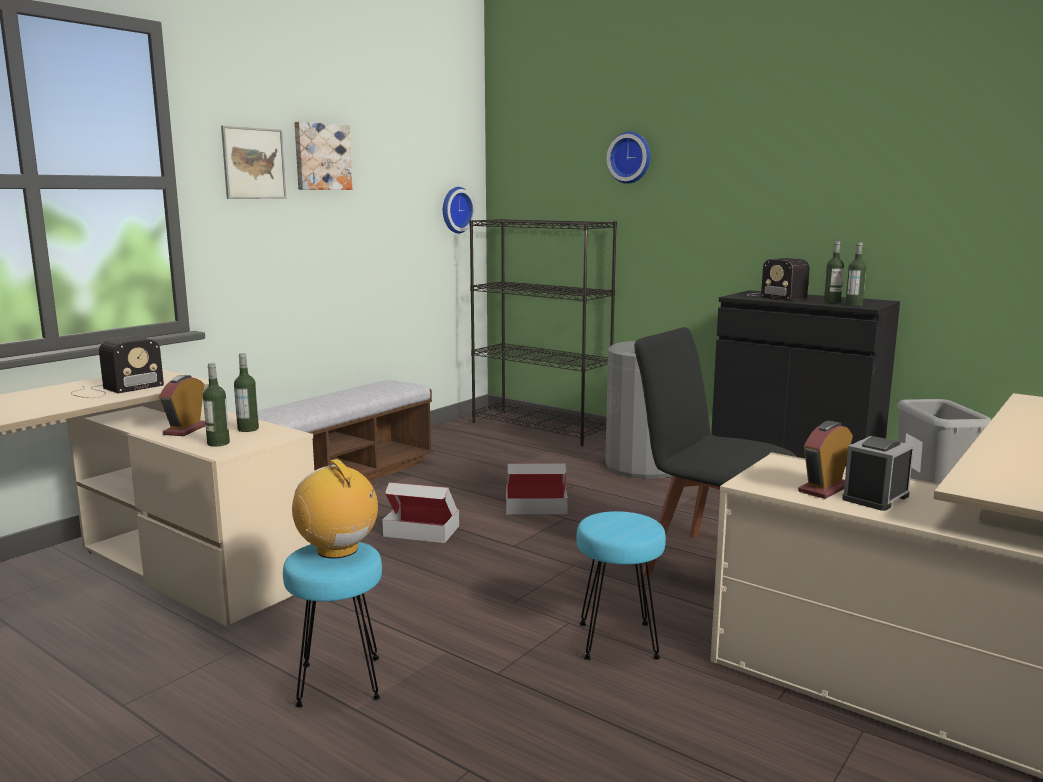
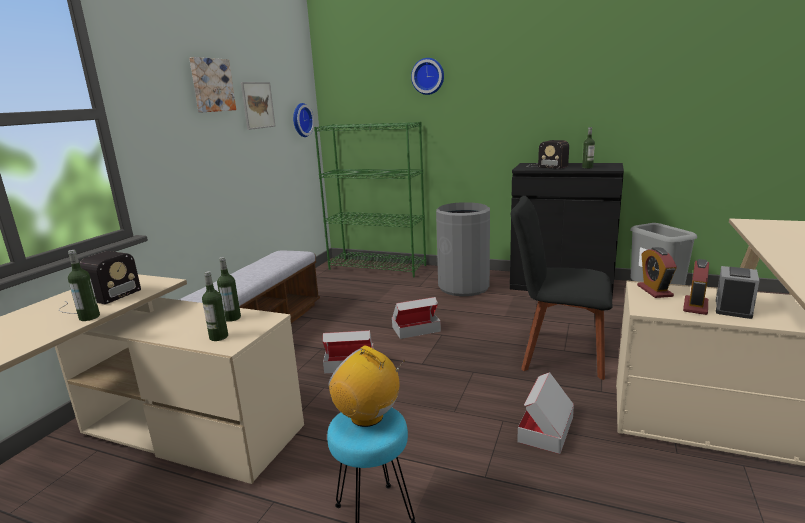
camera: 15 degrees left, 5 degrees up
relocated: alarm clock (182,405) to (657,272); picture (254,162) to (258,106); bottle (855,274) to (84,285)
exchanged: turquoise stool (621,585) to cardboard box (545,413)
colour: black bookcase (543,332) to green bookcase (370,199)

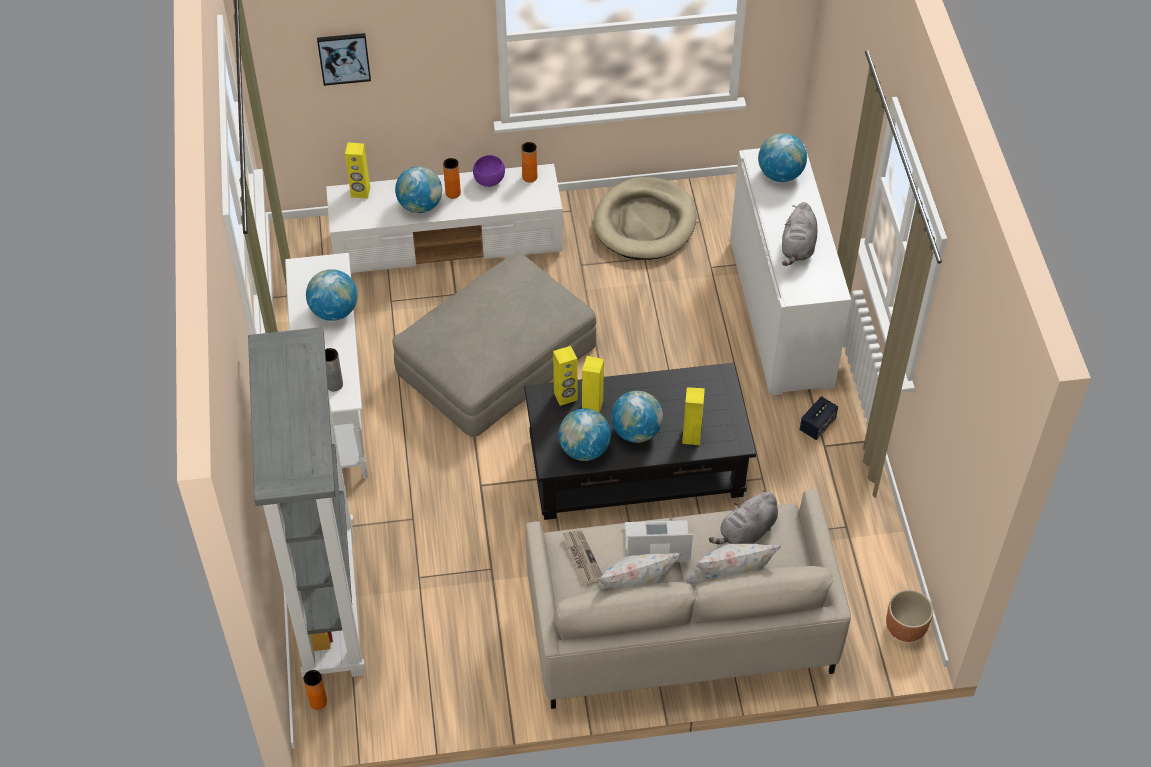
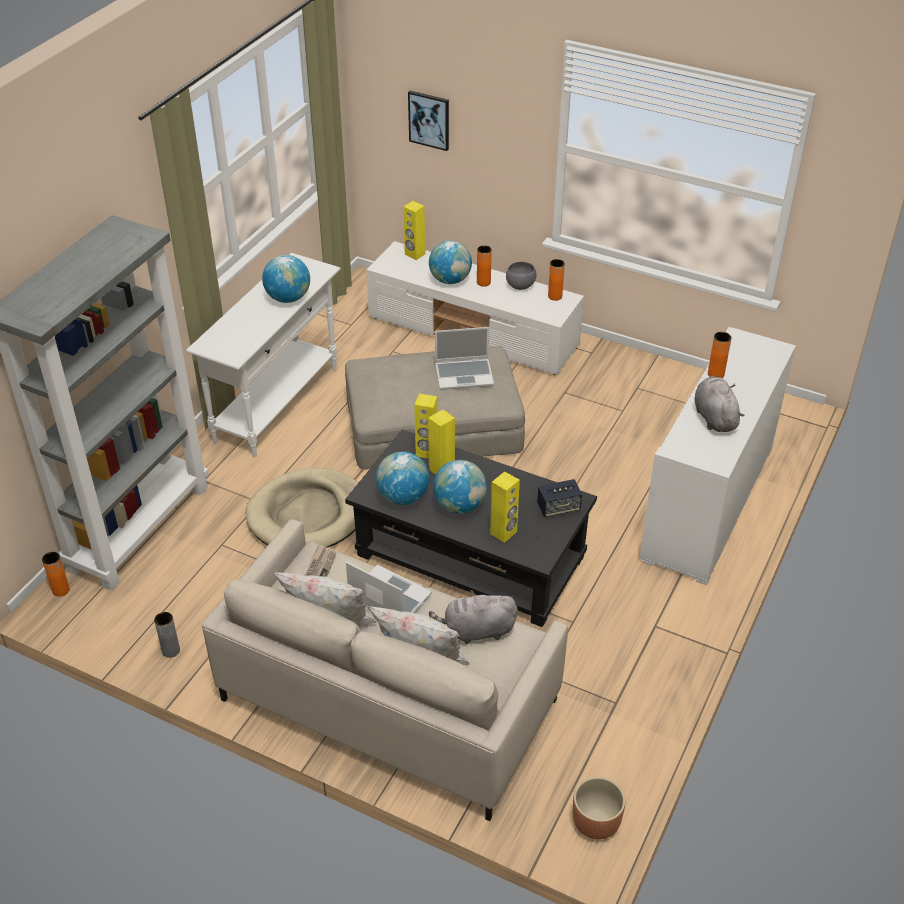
camera: 35 degrees right, 10 degrees down
missing: globe (782,157)
appeared: laptop (464,358); orange vase (719,355)
relocated: grey vase (334,369) to (167,635); beige dog bed (645,218) to (302,508); speaker (819,418) to (559,498)
colour: purple bowl (489,171) to grey bowl (521,275)
spun: grey plush toy (799,234) = (719,403) 120 degrees clockwise

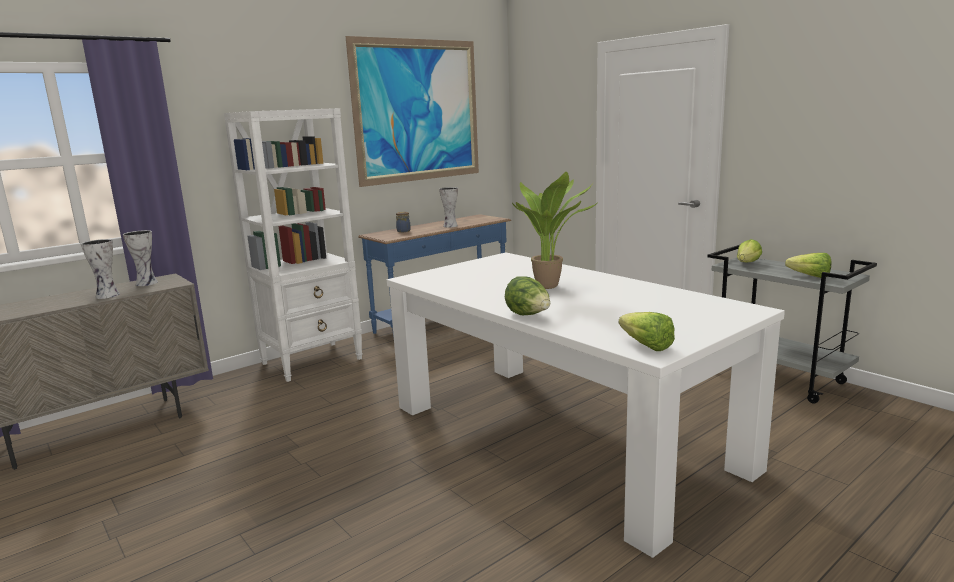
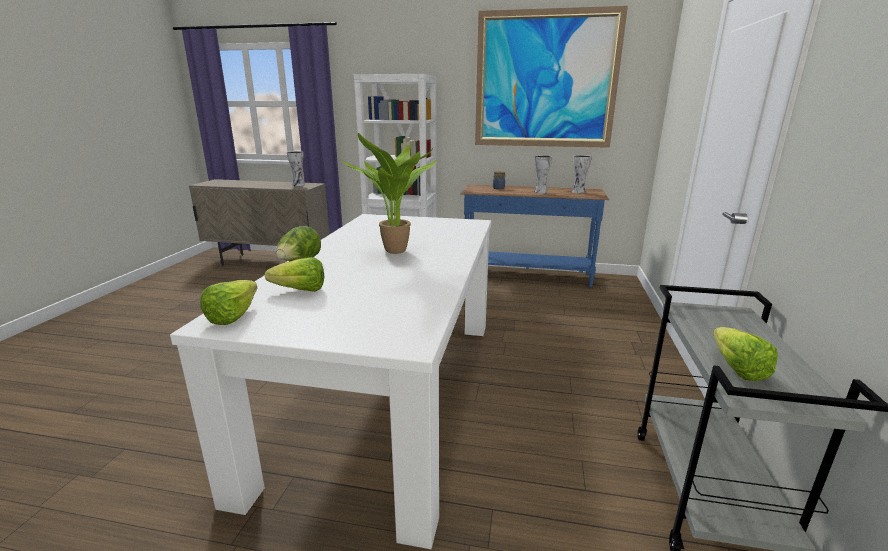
camera: 50 degrees right, 5 degrees up
relocated: vase (100,269) to (582,174); lettuce (749,250) to (294,274)

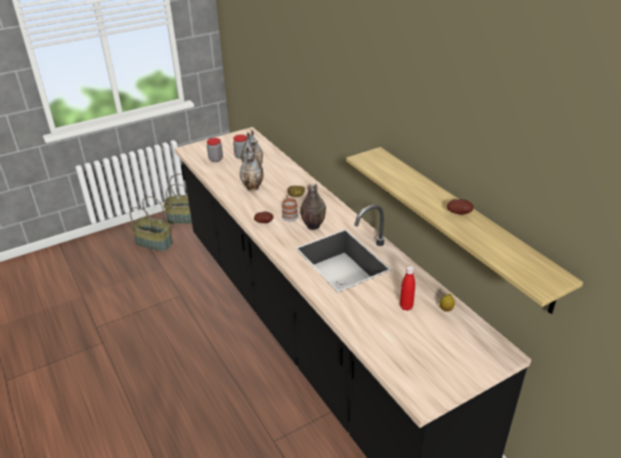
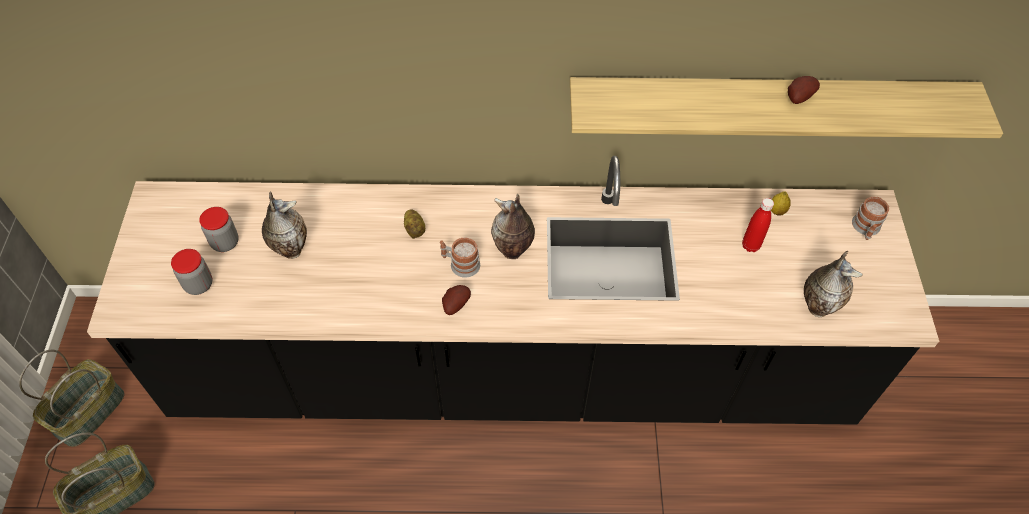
camera: 60 degrees left, 20 degrees up
appeared: mug (870,218)
relocated: vase (252,169) to (833,284)

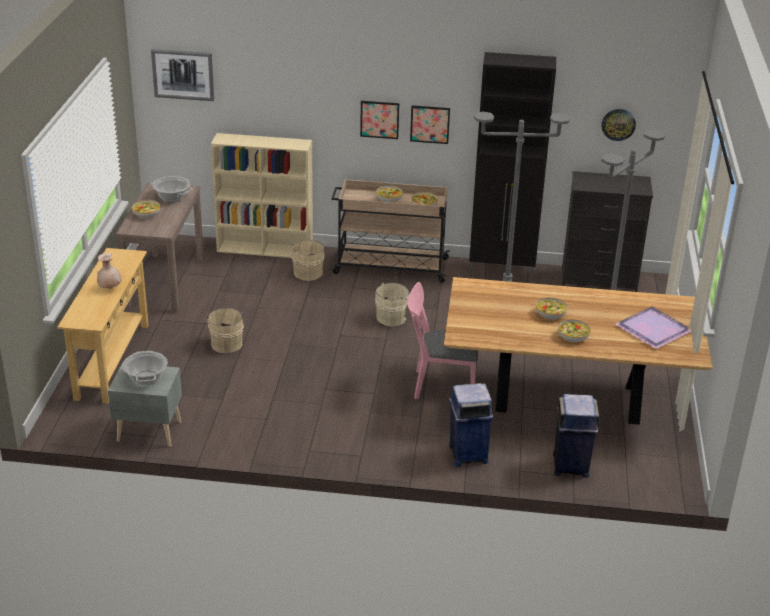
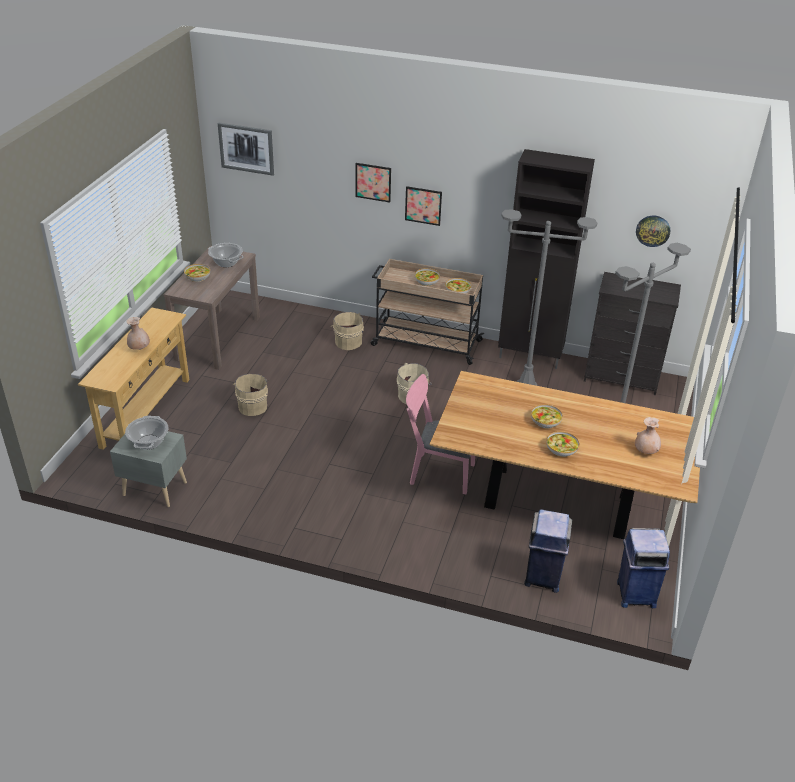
camera: 10 degrees right, 5 degrees up
missing: beige bookcase (262,195)
relocated: picture (430,124) to (373,182); blue trash can (471,424) to (643,568)
exchanged: purple tray (653,328) to beige vase (648,435)

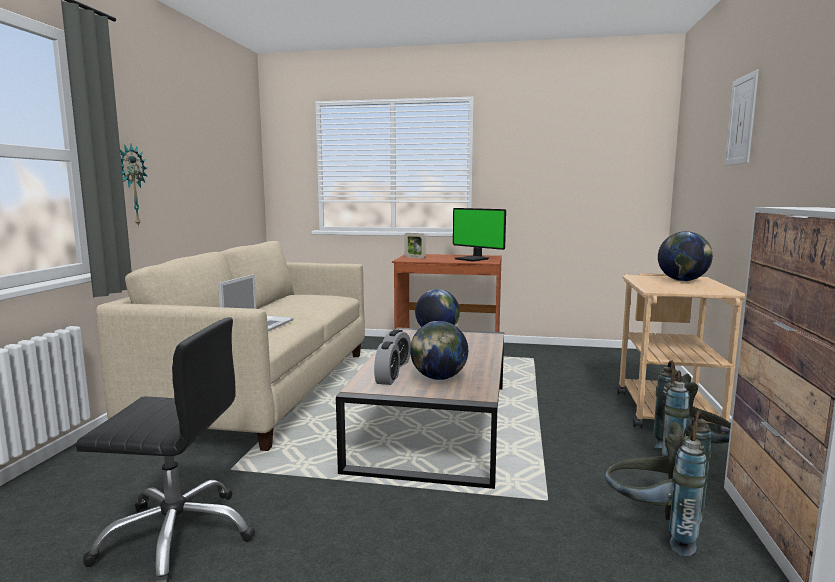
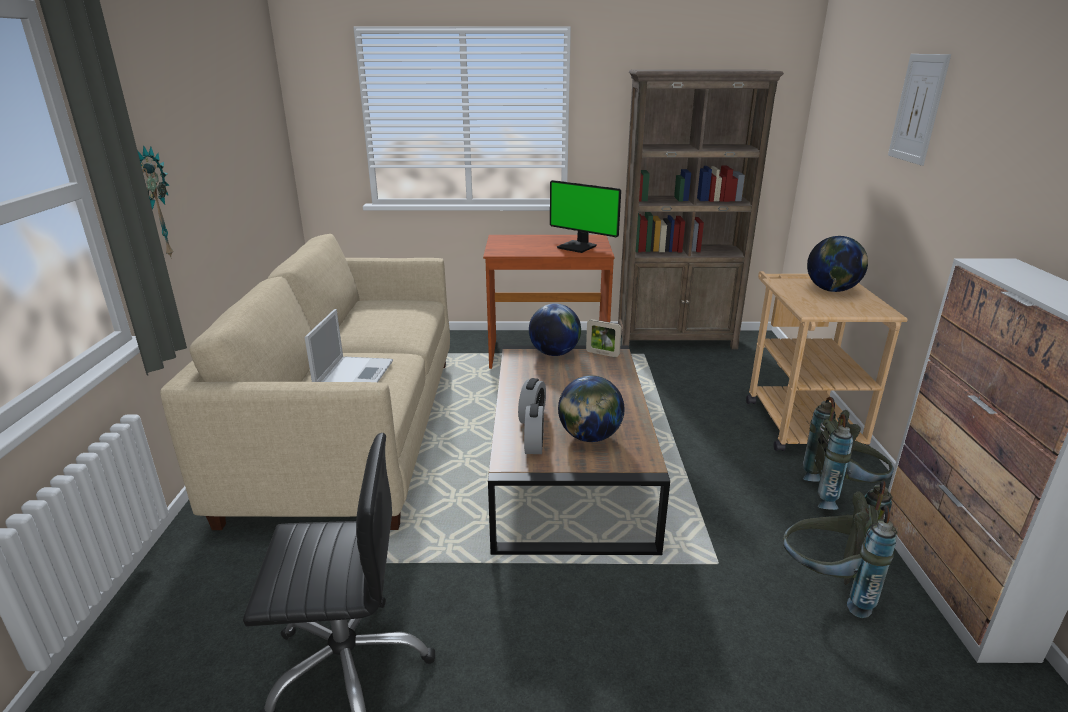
camera: 10 degrees left, 15 degrees up
appeared: brown bookcase (701,209)
relocated: picture frame (415,246) to (603,338)

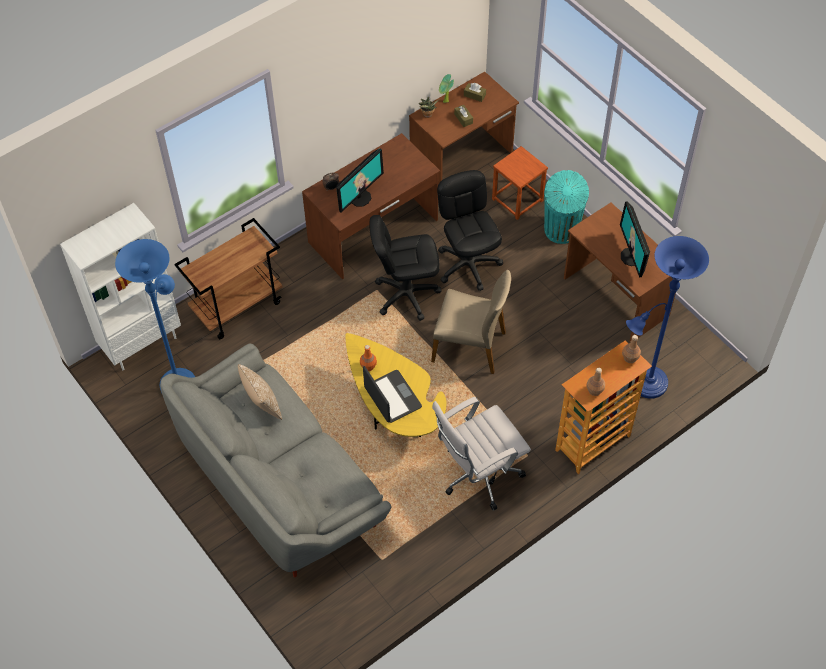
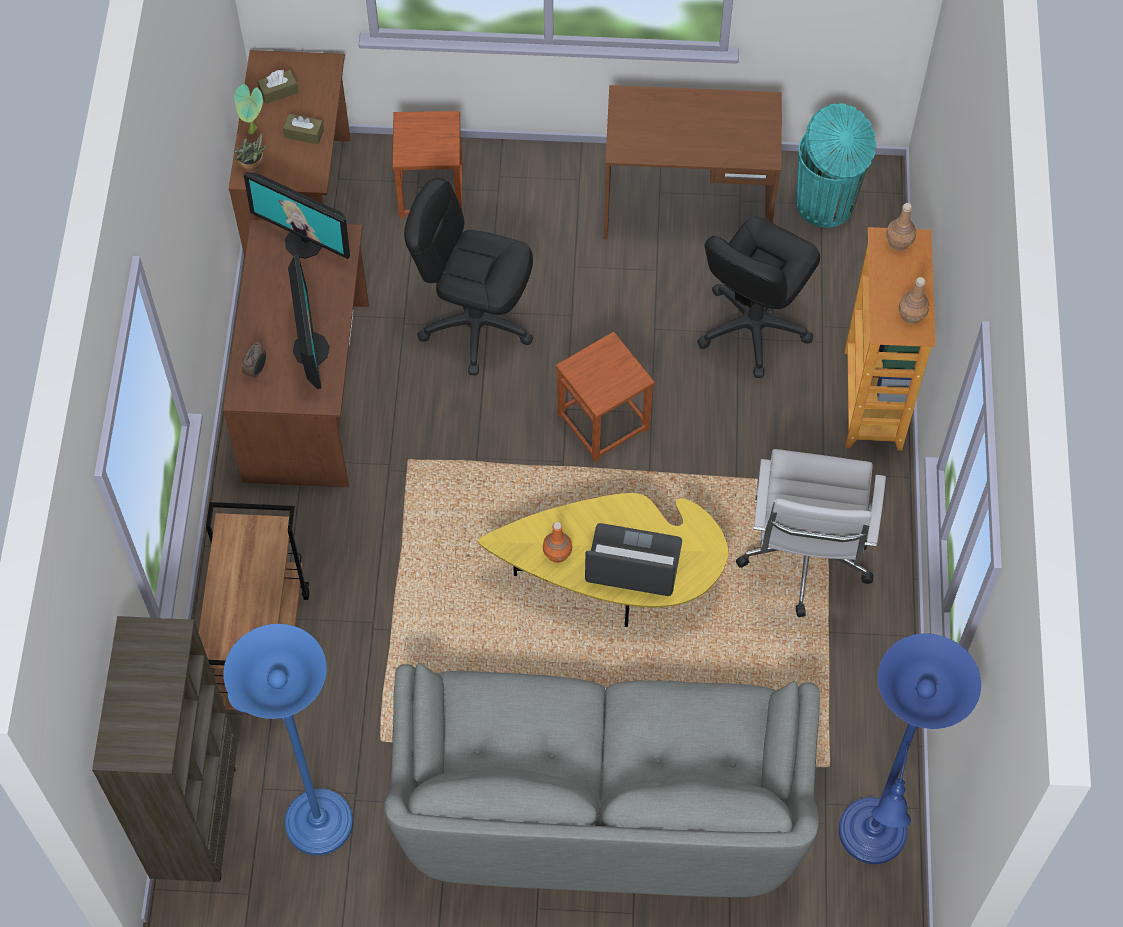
camera: 50 degrees left, 5 degrees up
missing: pillow (260,392)
relocated: black office chair (406,268) to (758,297); turquoise trash can (566,207) to (836,165); monitor (635,239) to (297,215); blue floor lamp (667,317) to (910,749)
exchanged: beige chair (471,322) to brown stool (605,397)
colour: white bookcase (120,286) to brown bookcase (165,749)

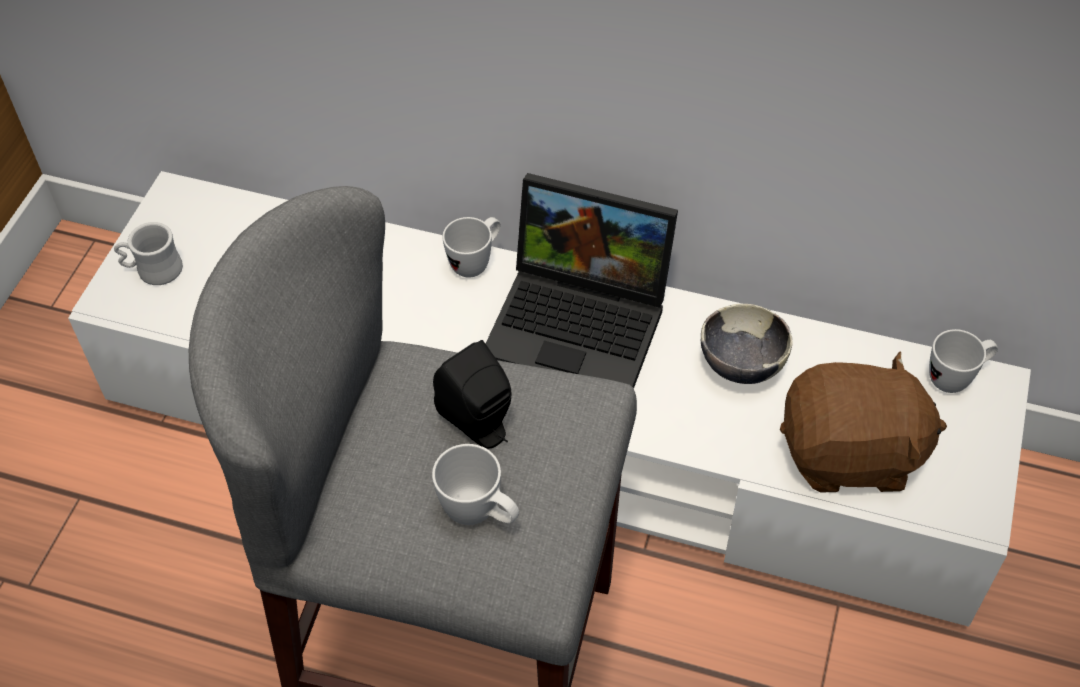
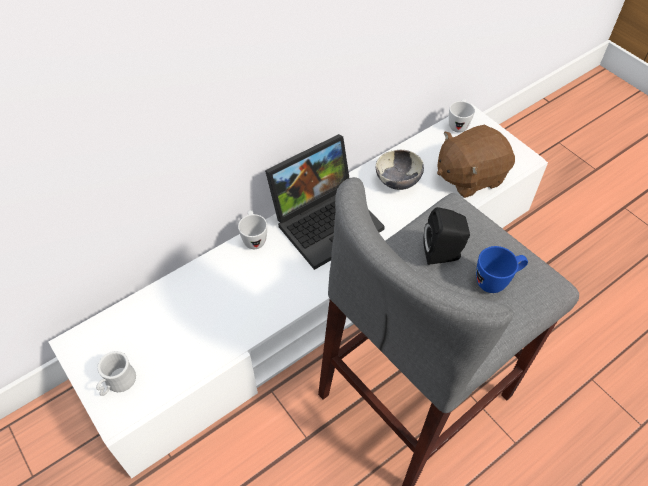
camera: 55 degrees left, 0 degrees up
colour: white mug (475,484) to blue mug (502,269)
spun: brown plush toy (863,421) = (476,161) 150 degrees counterclockwise

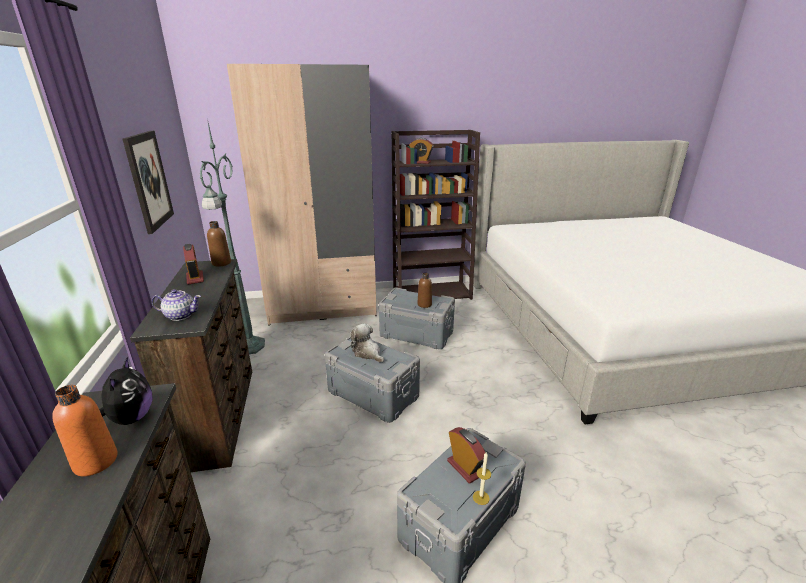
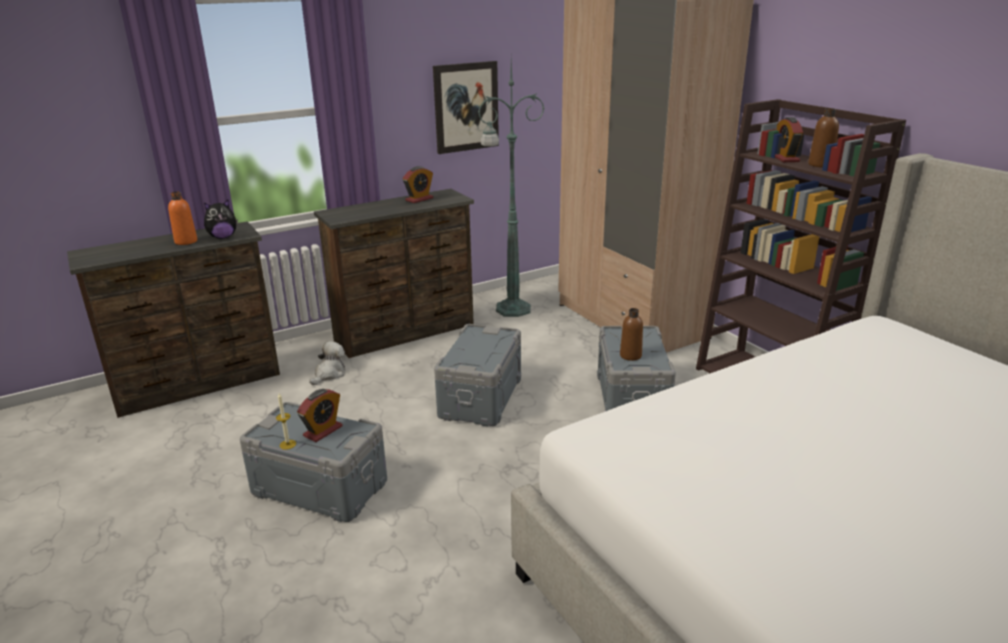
camera: 70 degrees right, 0 degrees up
missing: teapot (176,305)
relocated: brown bottle (219,244) to (823,138); plush toy (367,343) to (327,363)

